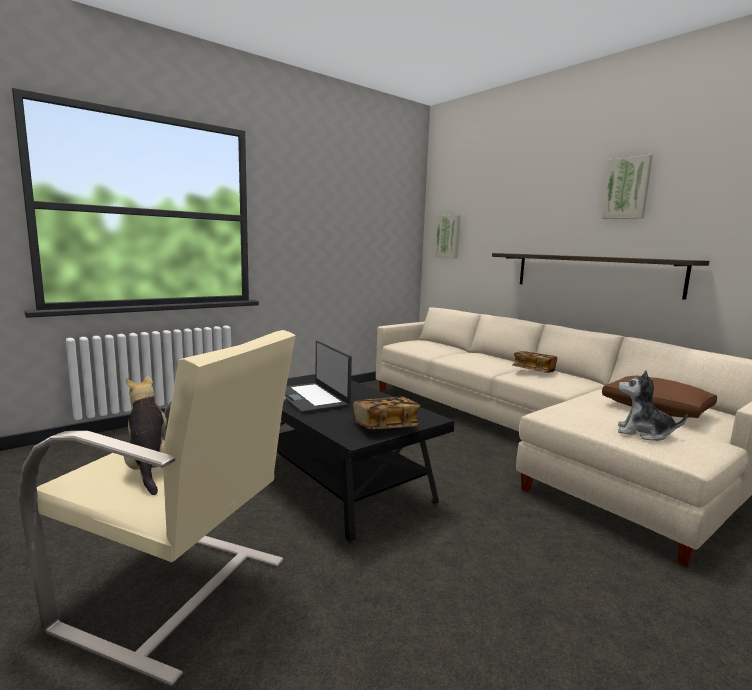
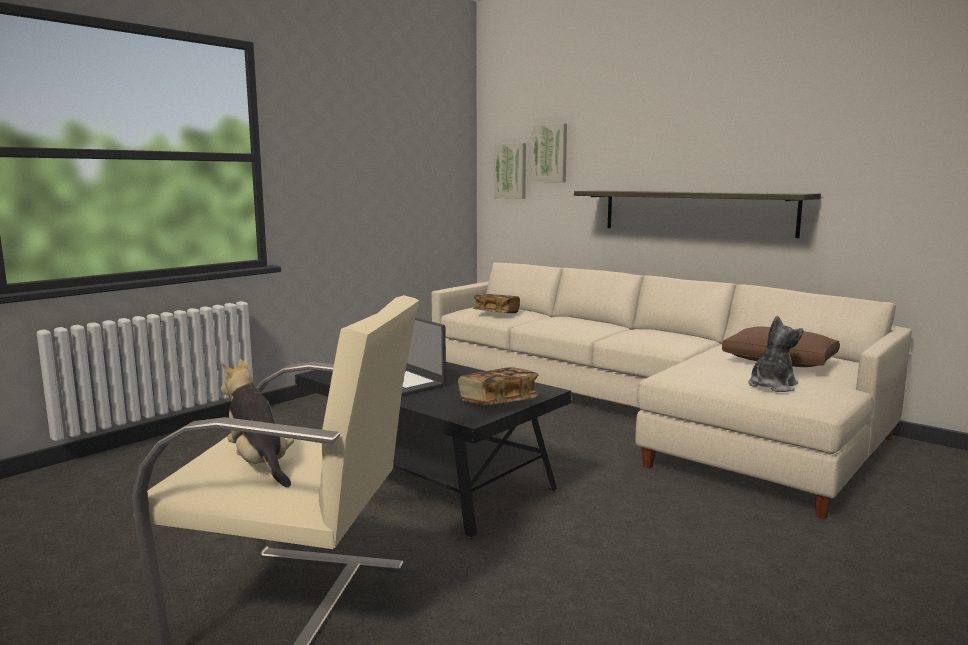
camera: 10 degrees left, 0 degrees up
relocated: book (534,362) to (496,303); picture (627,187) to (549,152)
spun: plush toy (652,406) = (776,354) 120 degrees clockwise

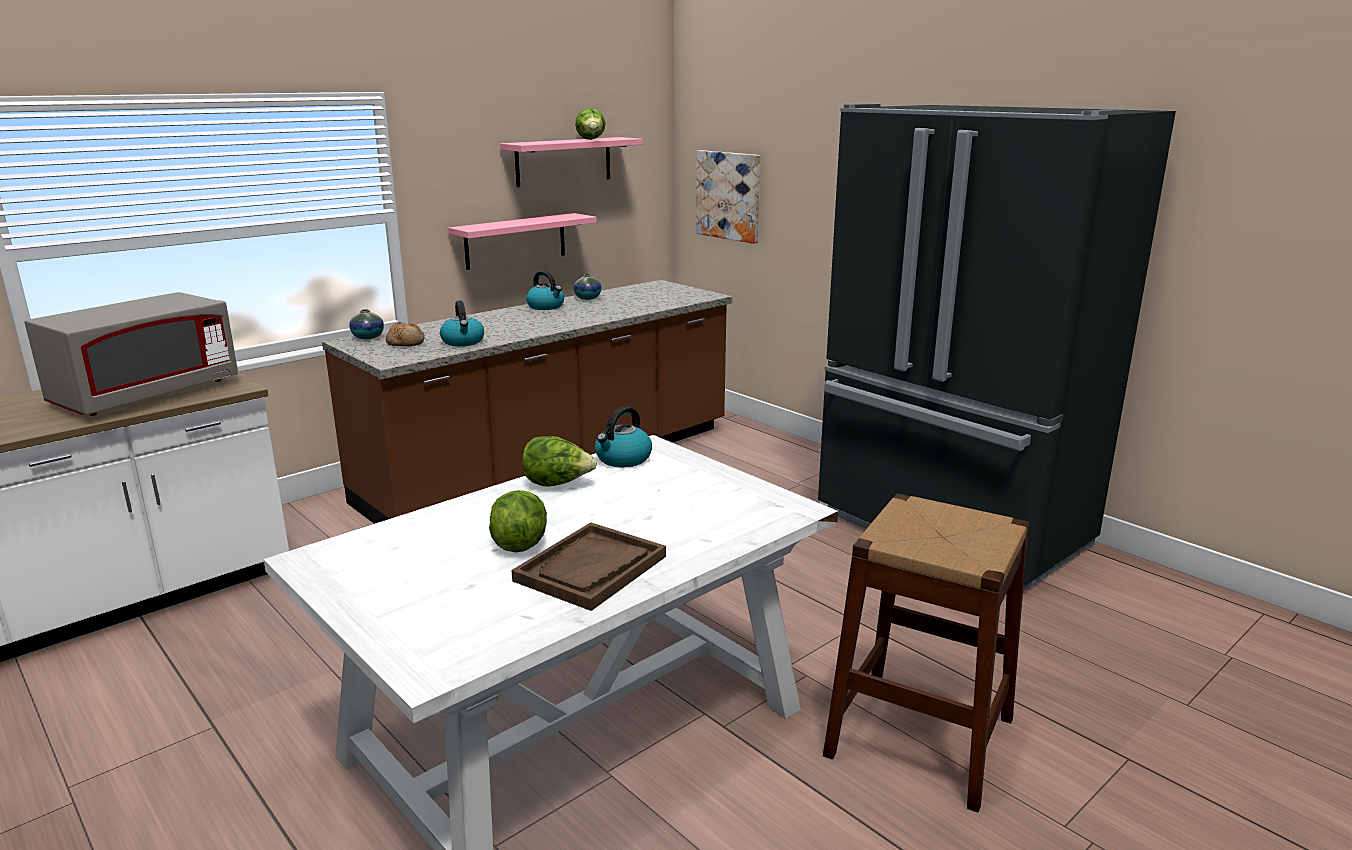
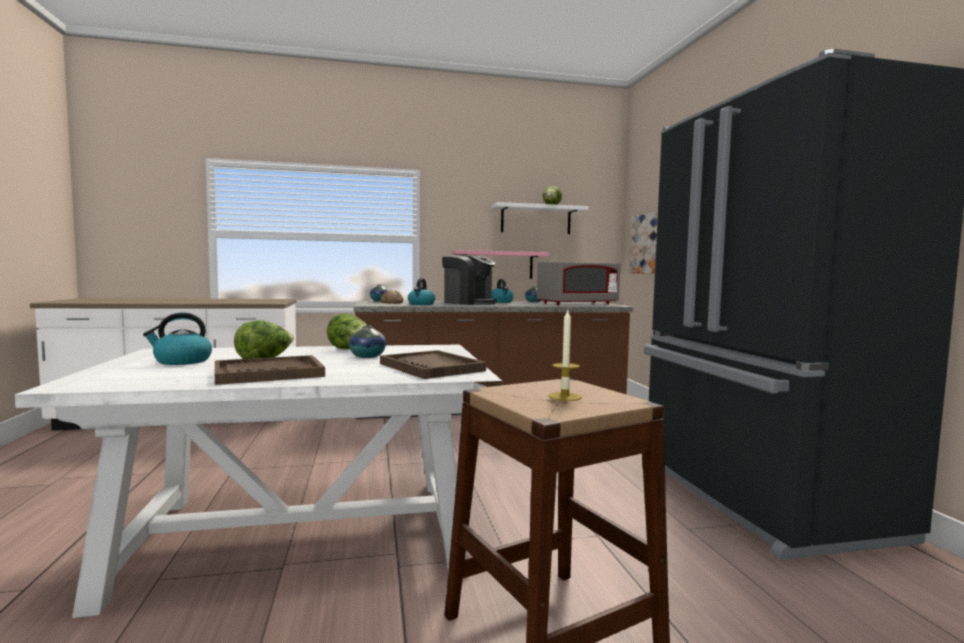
camera: 30 degrees right, 15 degrees down
appeared: vase (367,342); brown tray (433,364); coffee machine (469,279); candle (564,355)
relocated: grey microwave (131,354) to (579,283); kettle (623,436) to (177,338)
colour: pink shelf (571,162) to white shelf (540,218)

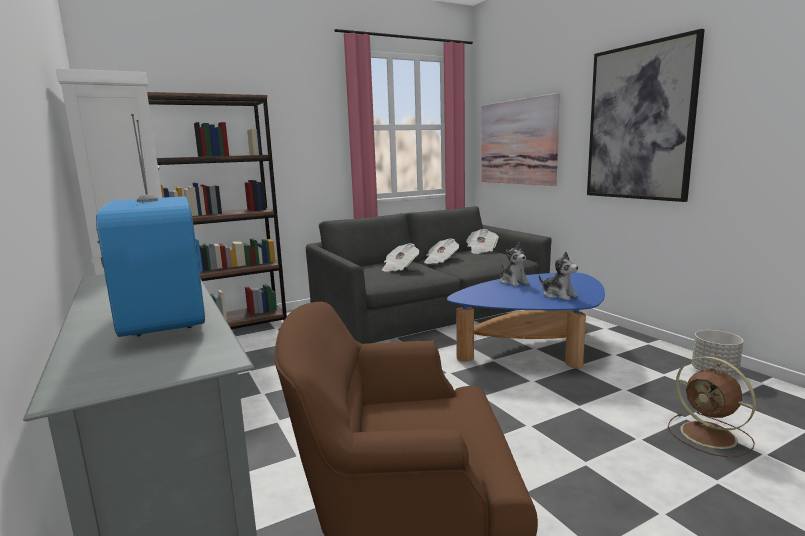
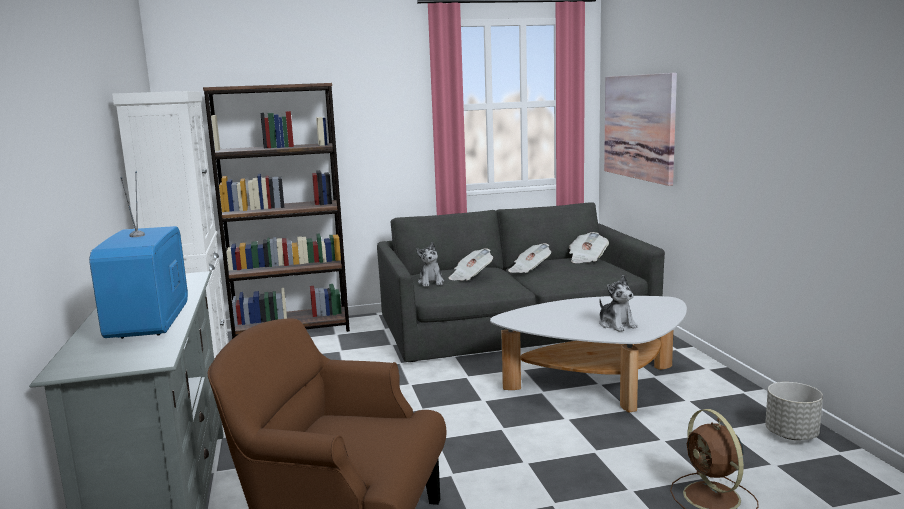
camera: 15 degrees right, 0 degrees up
missing: picture (646,115)
relocated: plush toy (515,264) to (430,264)
colour: blue coffee table (526,320) to white coffee table (588,354)

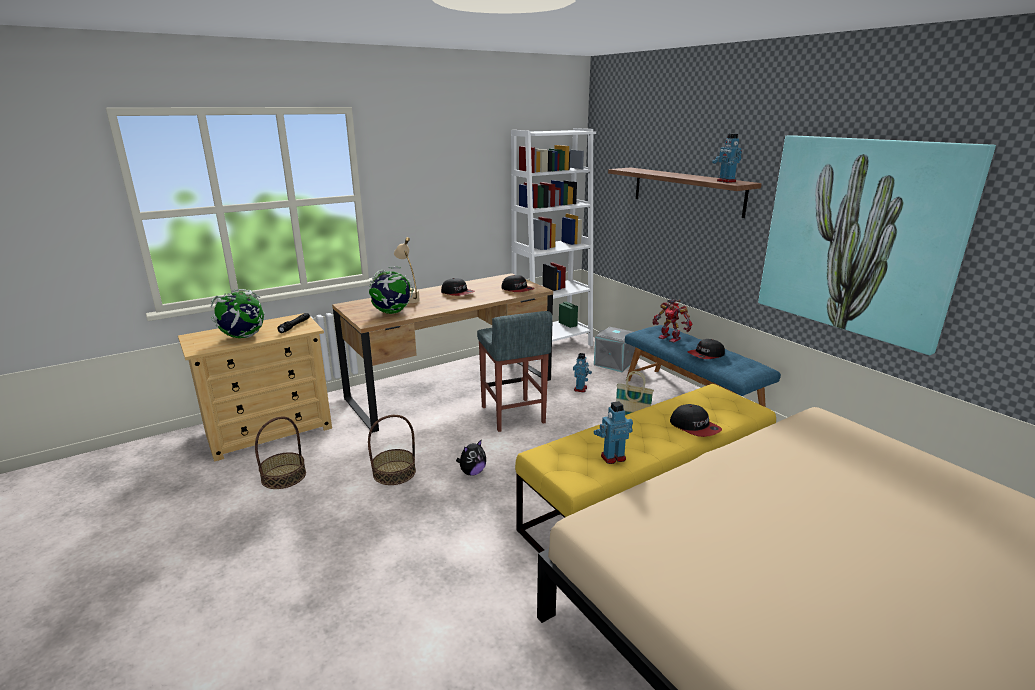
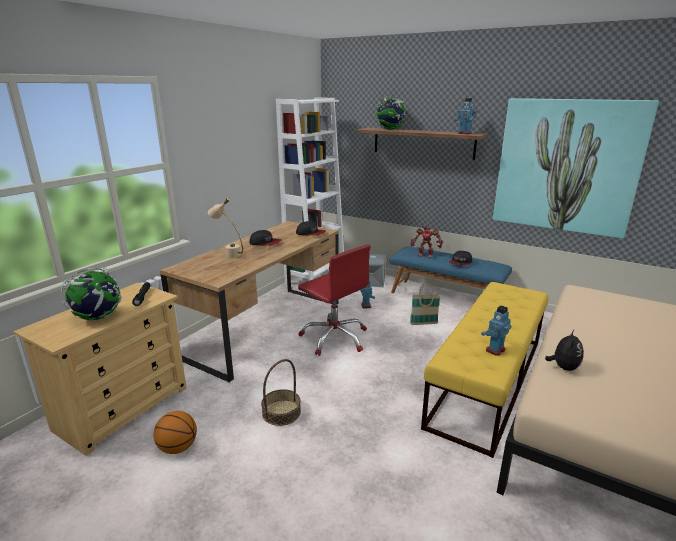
camera: 25 degrees left, 0 degrees up
missing: cap (696,420)
relocated: globe (391,290) to (391,113); plush toy (471,457) to (564,350)
exchanged: basket (280,453) to basketball (175,432); grey stool (514,371) to red office chair (334,300)

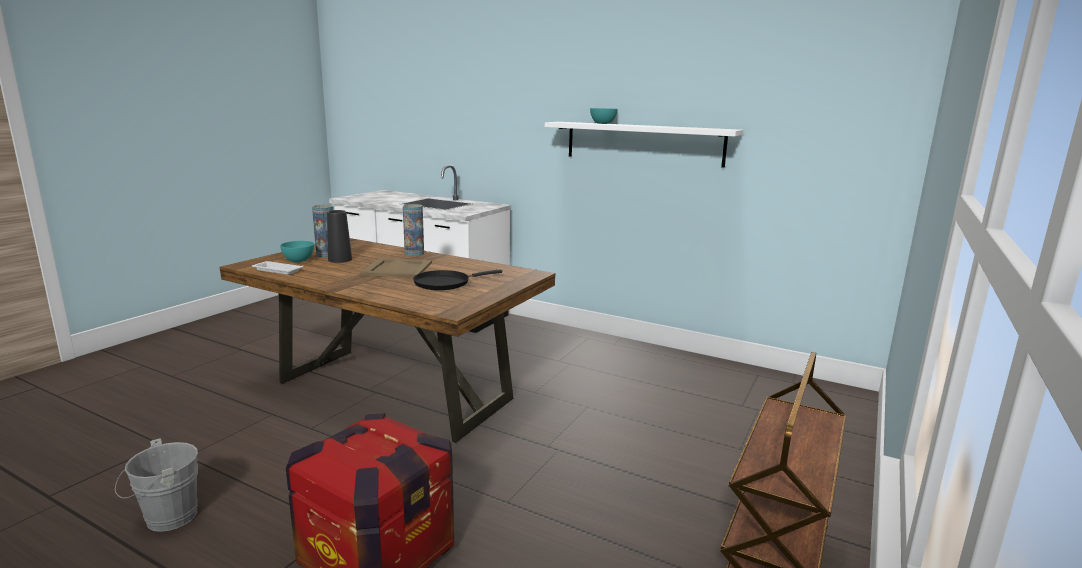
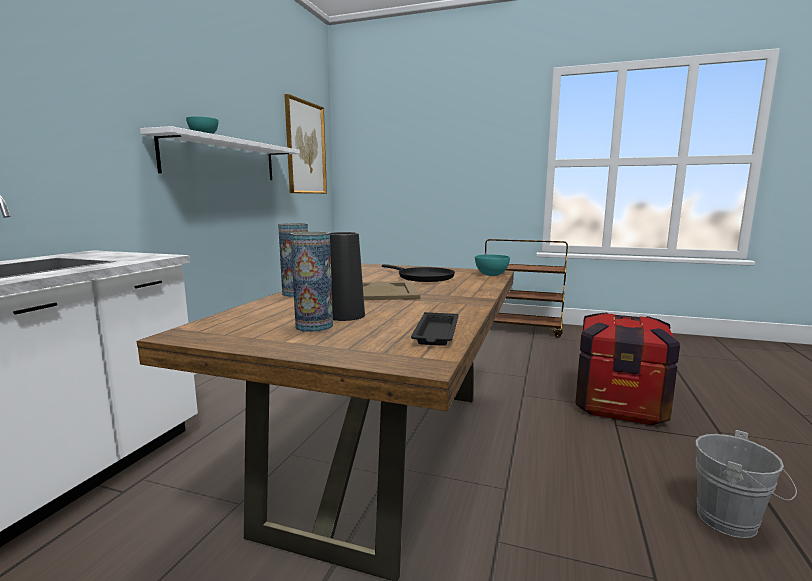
camera: 100 degrees left, 5 degrees down
appeared: picture (305,144)
relocated: turquoise bowl (297,251) to (492,265)
colour: white tray (277,268) to black tray (434,329)

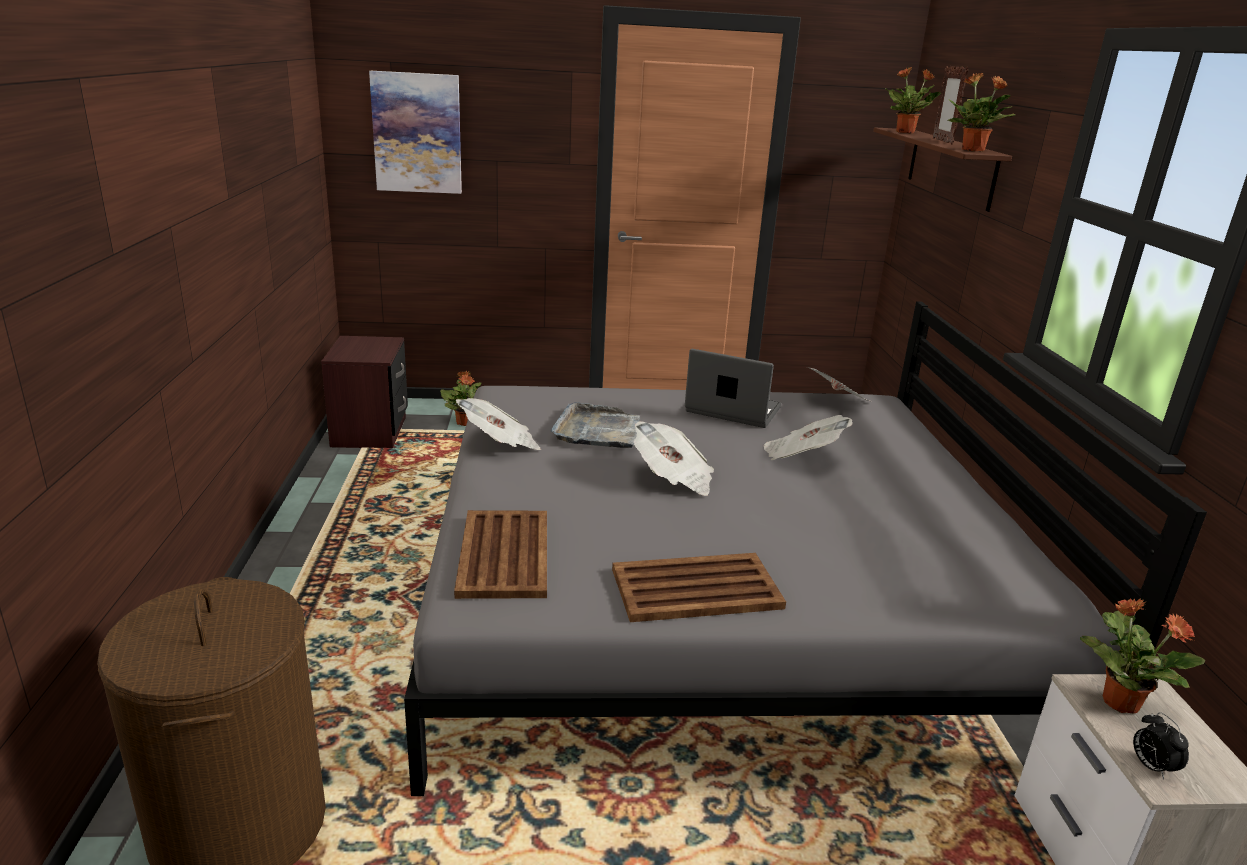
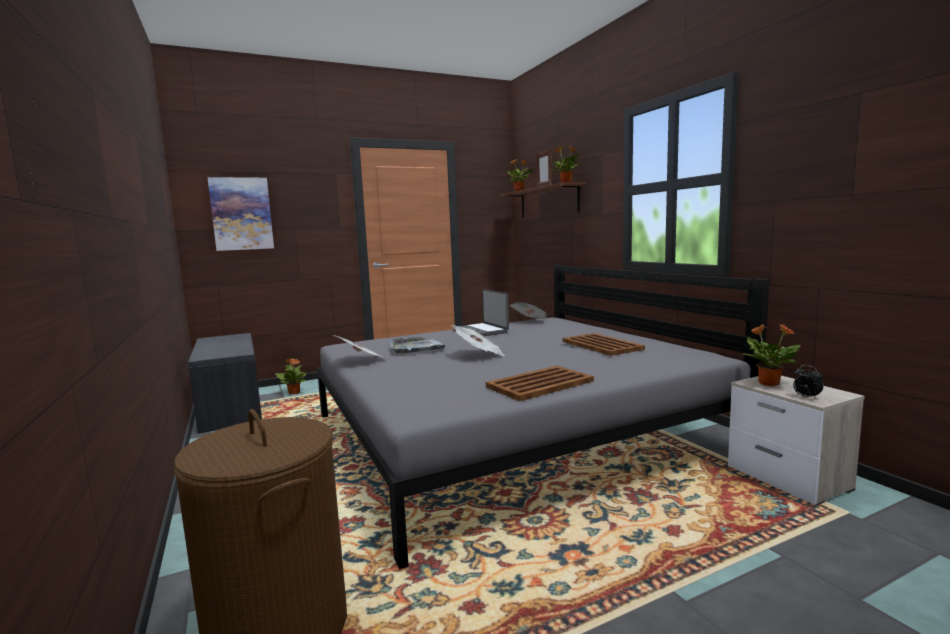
camera: 20 degrees left, 15 degrees down
missing: newspaper (808,437)
relocated: brown tray (500,554) to (603,344)
exchanged: brown nightstand (364,392) to grey bench (225,383)
spun: laptop (733,388) = (481,312) 120 degrees counterclockwise

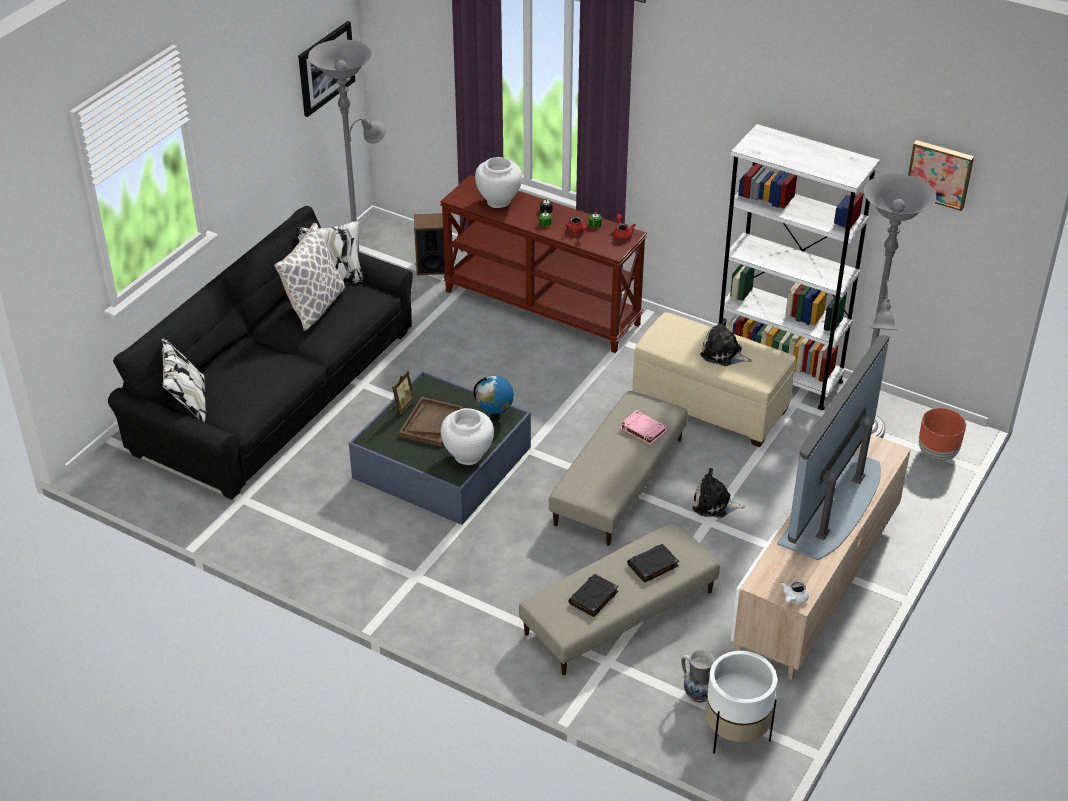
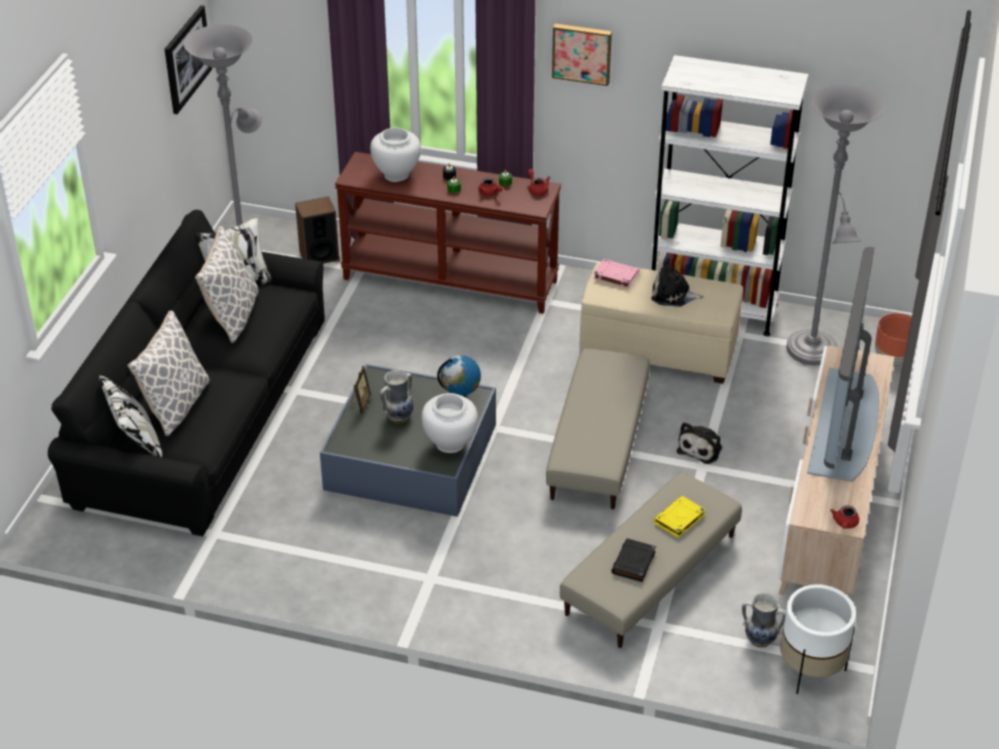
camera: 15 degrees left, 0 degrees up
appeared: pillow (168,373)
relocated: pink book (644,427) to (616,274); picture (941,175) to (582,55)
exchanged: brown tray (431,422) to vase (396,397)
colour: black book (653,563) to yellow book (679,517); white teapot (795,592) to red teapot (844,517)
spun: plush toy (718,493) = (699,443) 60 degrees counterclockwise

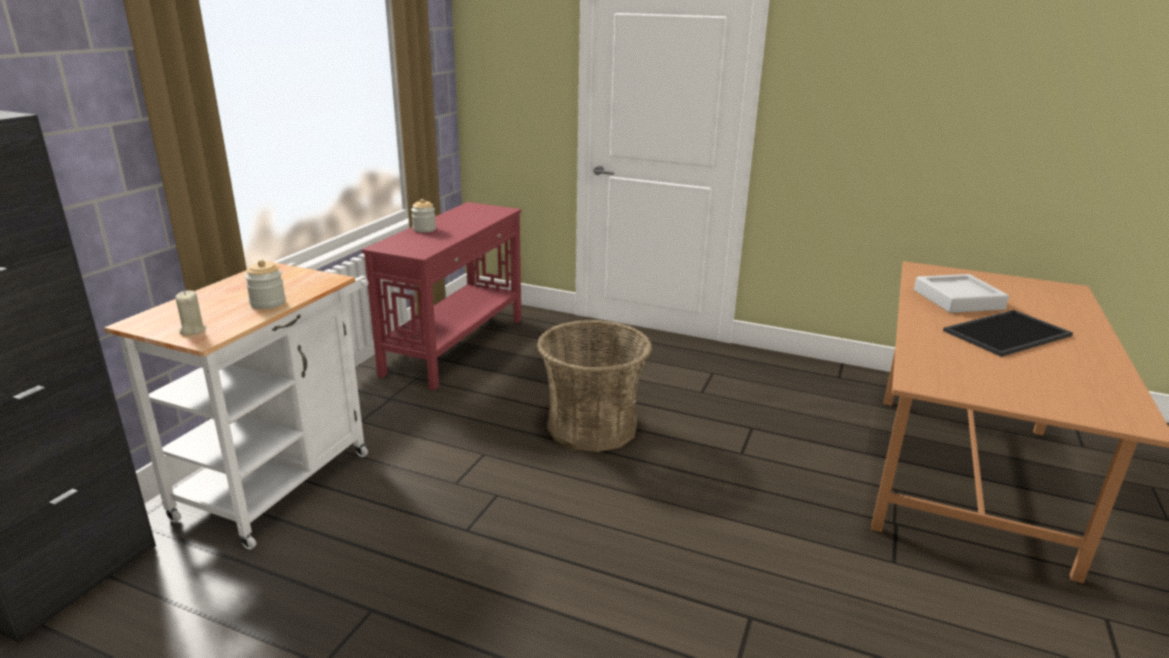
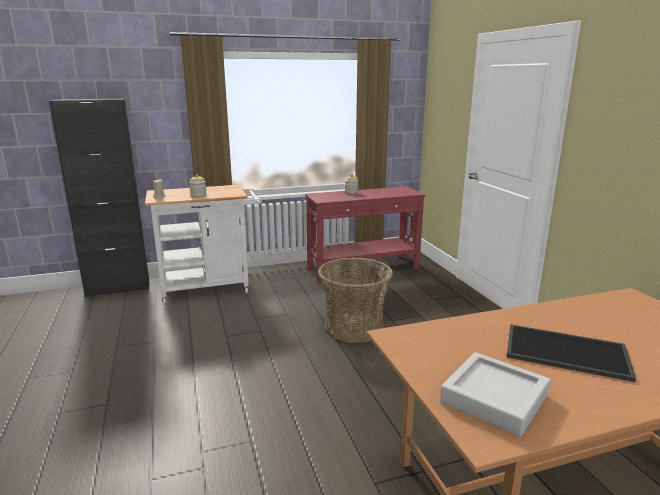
camera: 50 degrees right, 5 degrees down
relocated: grey tray (961,293) to (495,394)

